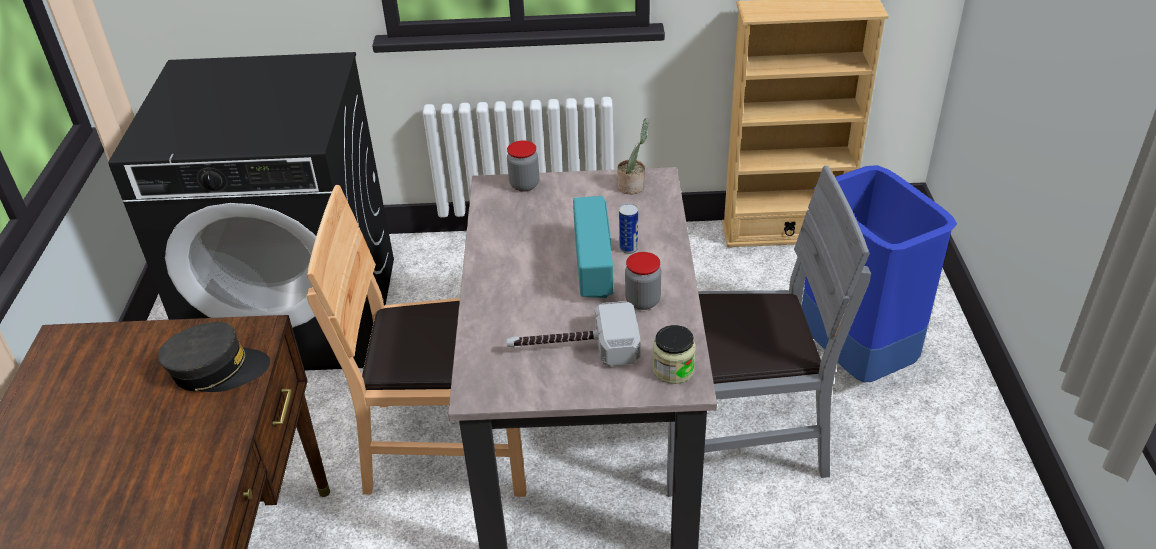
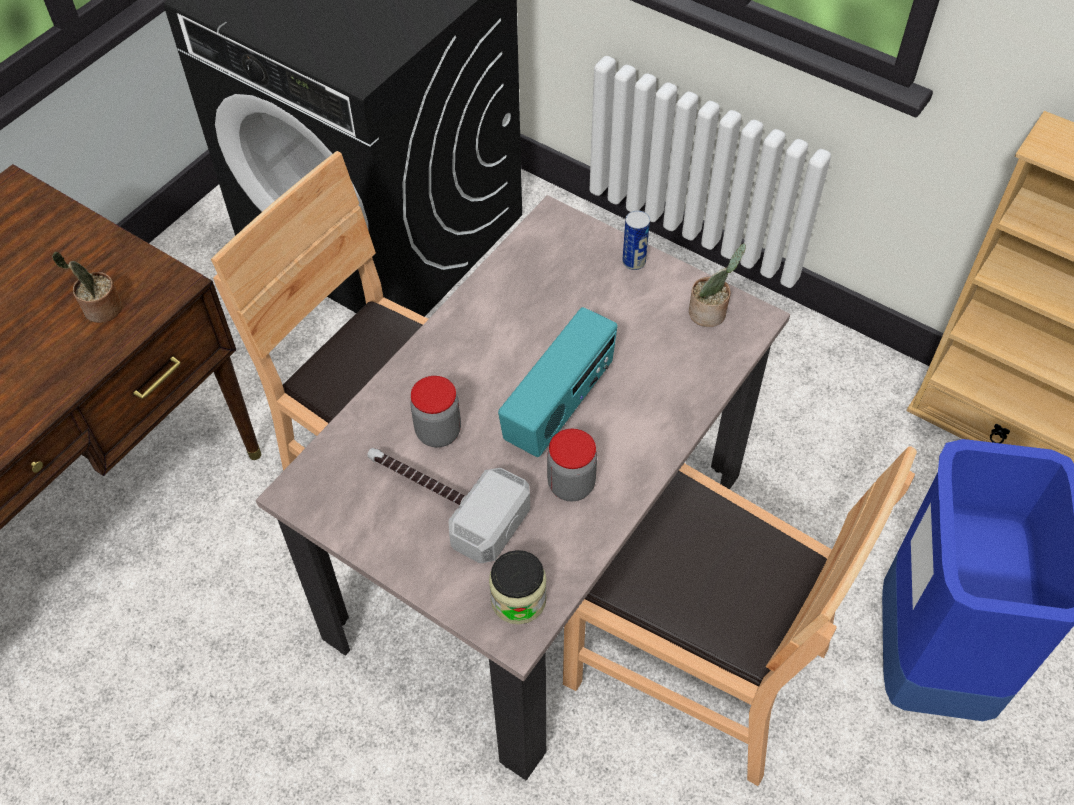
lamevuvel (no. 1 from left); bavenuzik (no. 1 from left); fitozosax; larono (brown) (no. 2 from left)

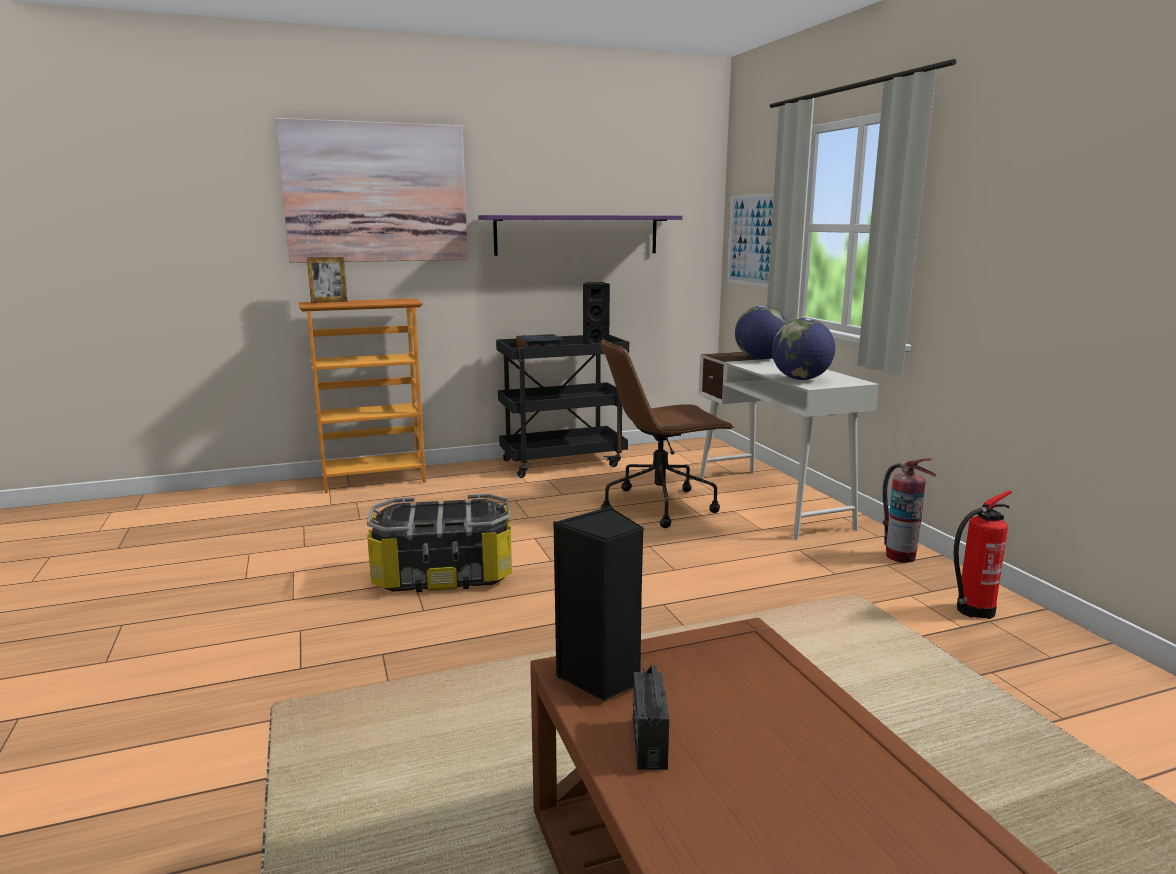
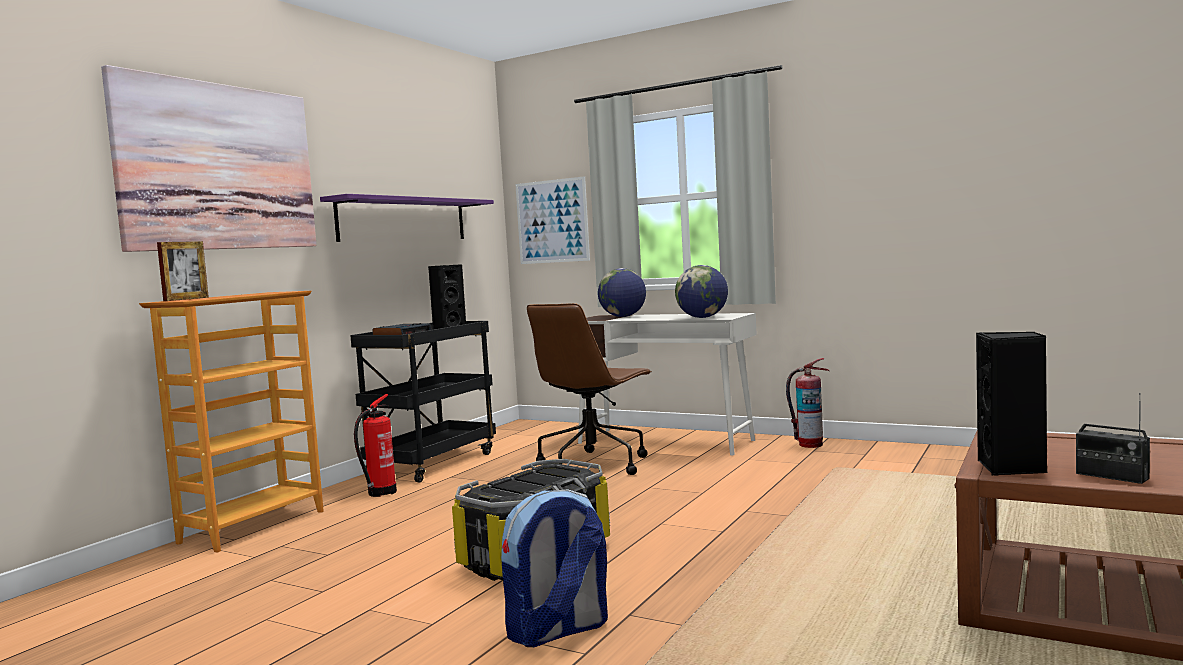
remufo (no. 1 from left); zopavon

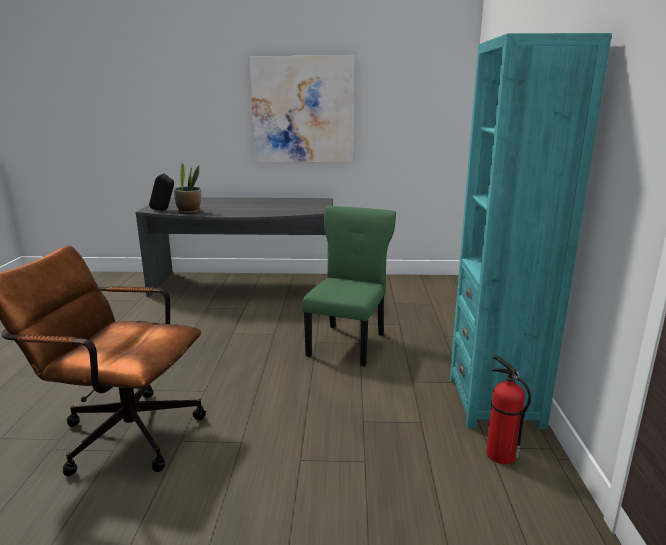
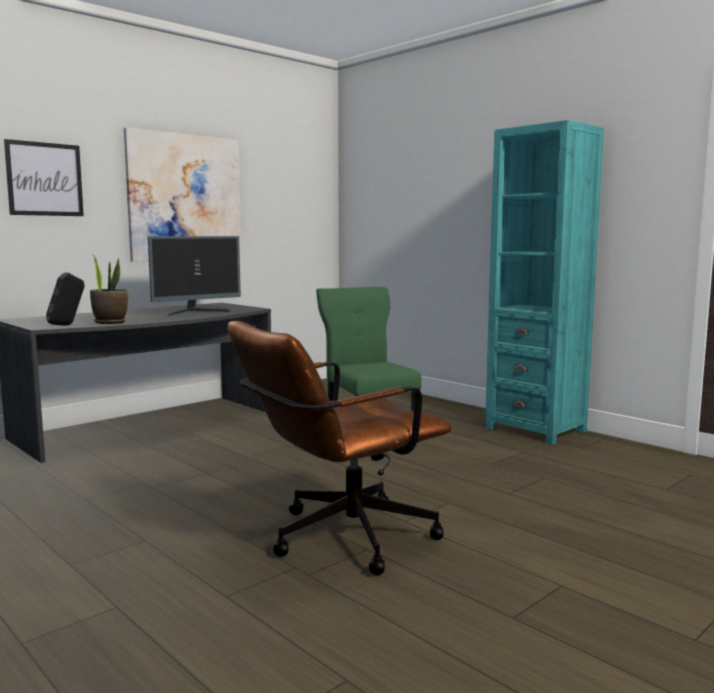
remufo; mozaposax (no. 1 from left); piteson

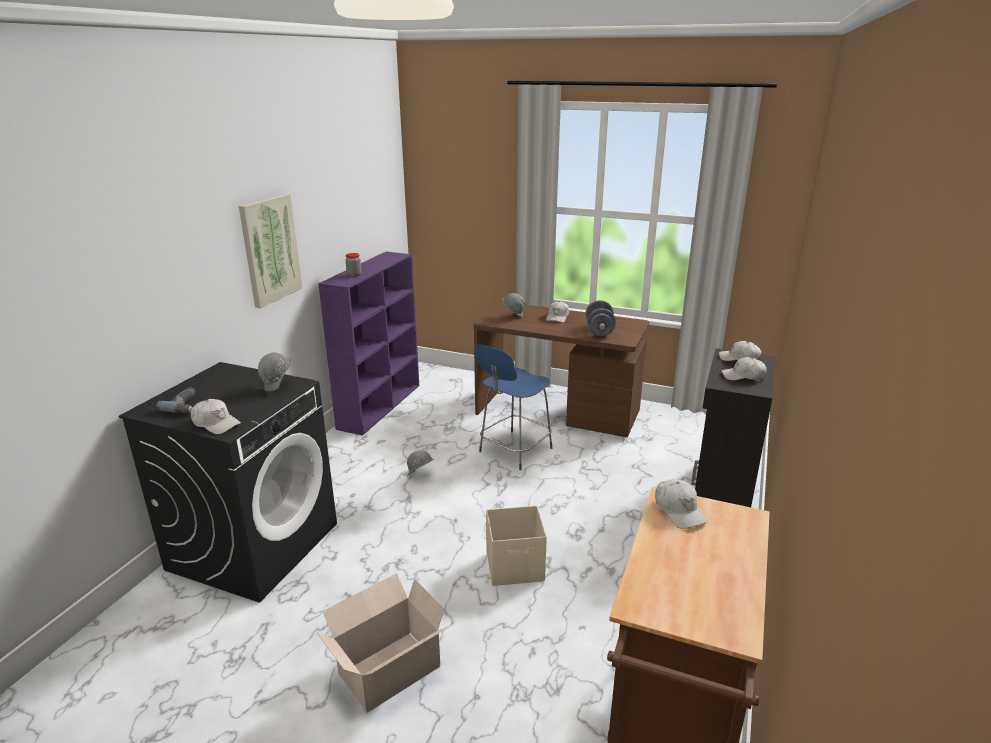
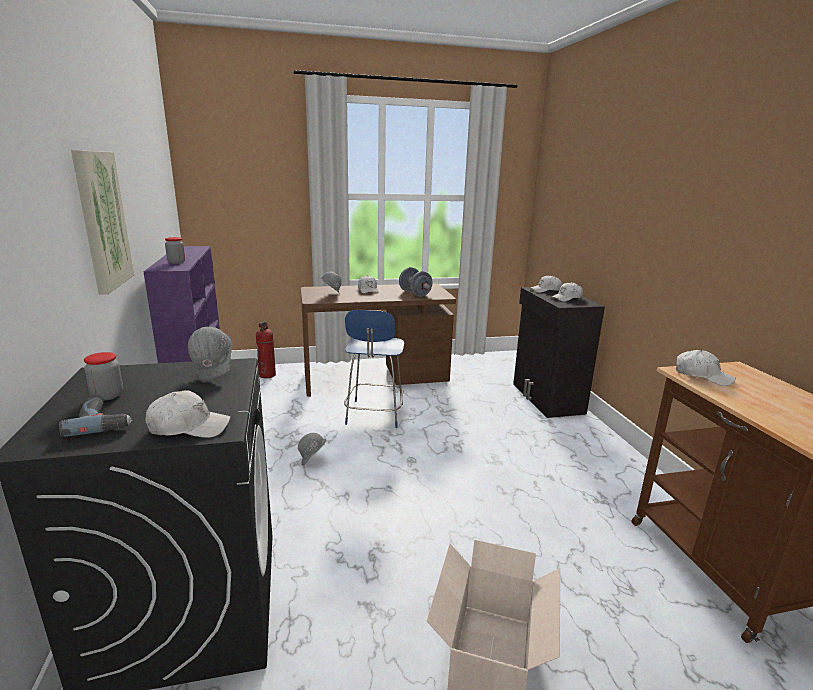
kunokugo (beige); bavenuzik (no. 1 from left); remufo

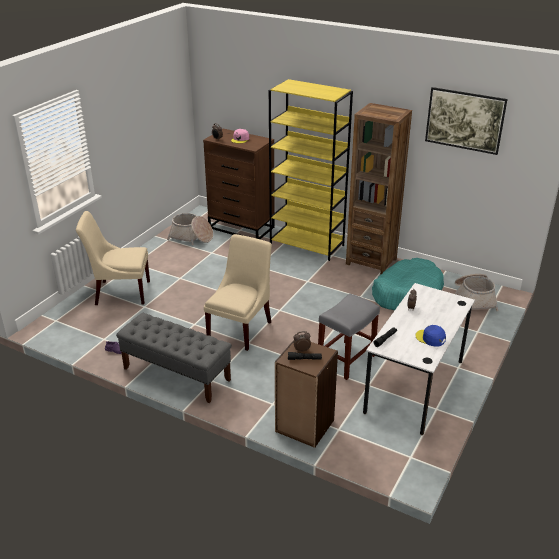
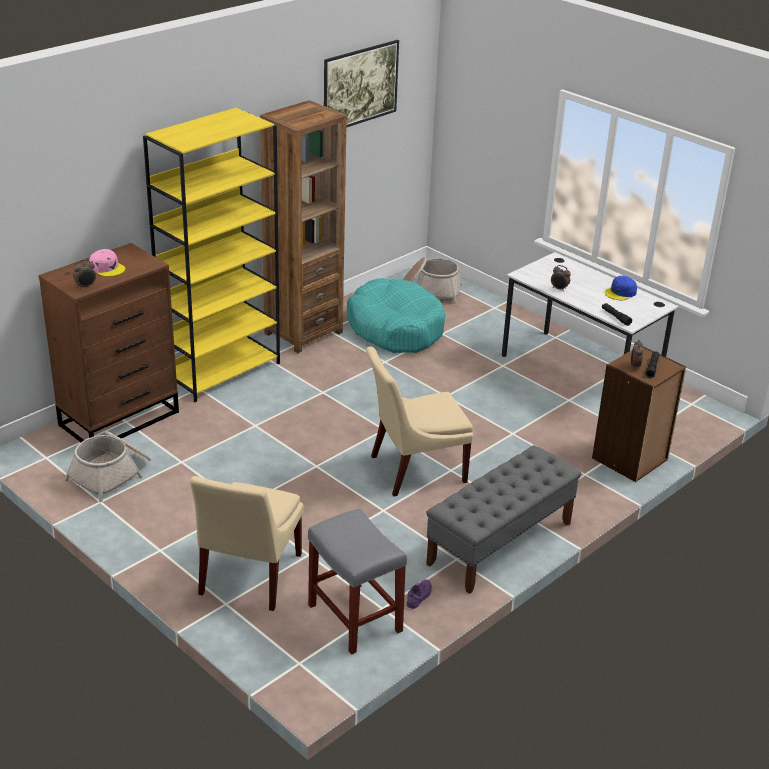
larono (beige) (no. 2 from left); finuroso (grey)

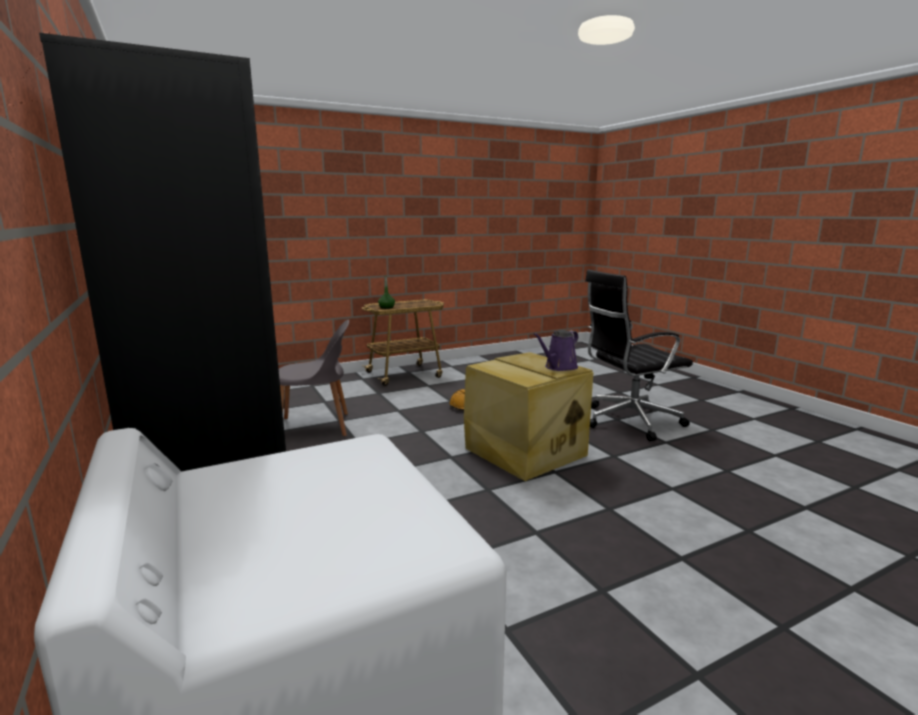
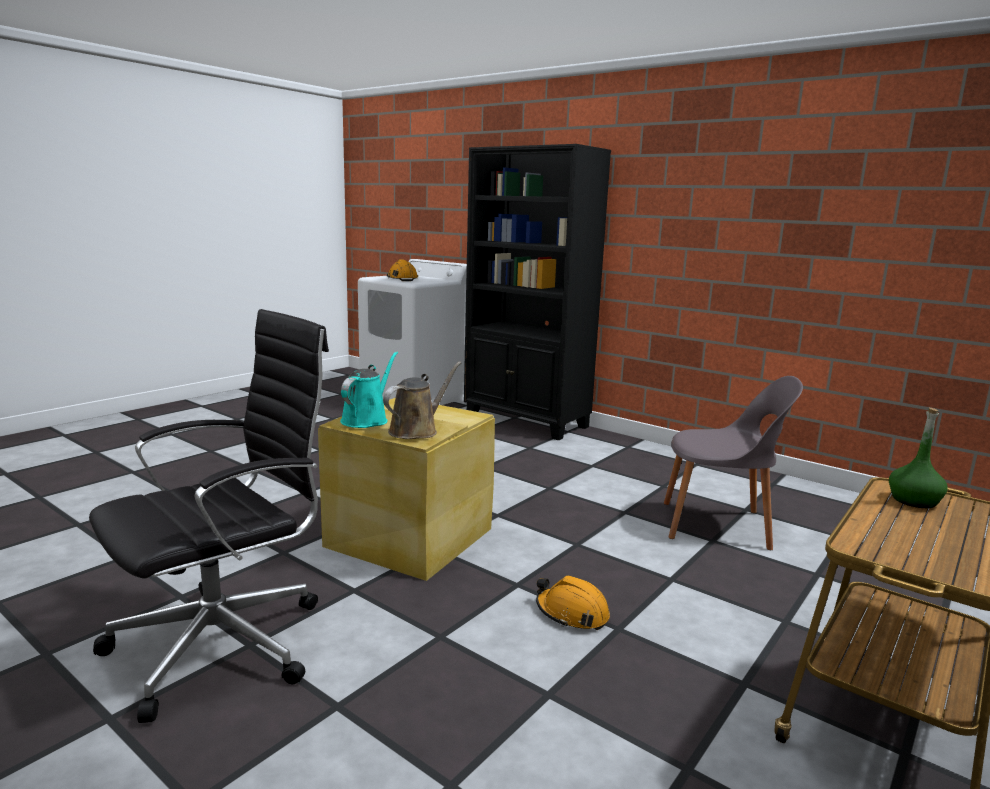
larono (grey); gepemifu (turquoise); gepemifu (brown); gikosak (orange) (no. 1 from left)

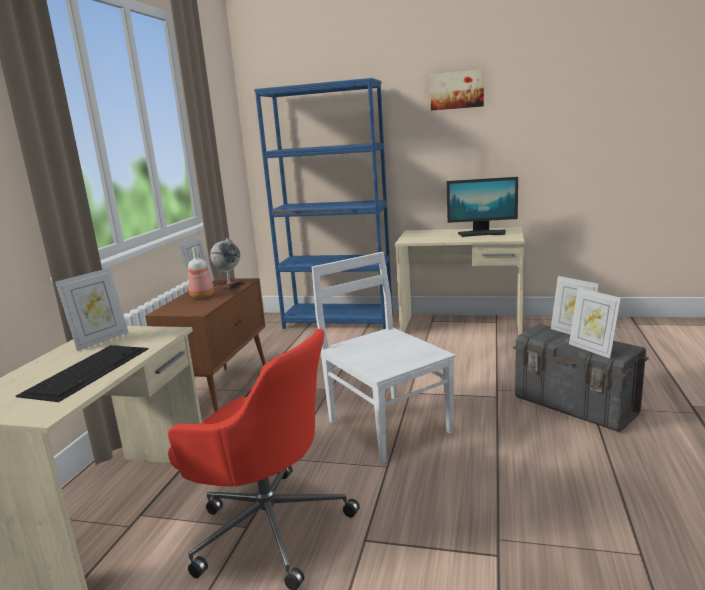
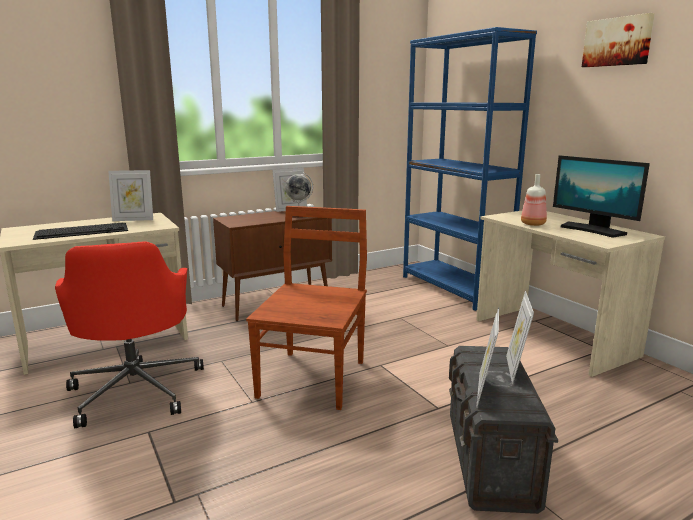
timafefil; larono (brown)

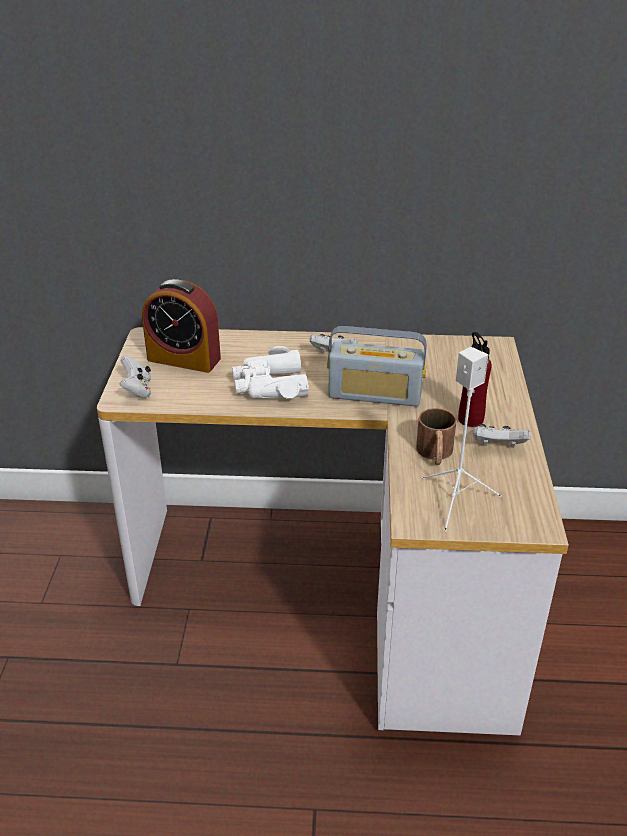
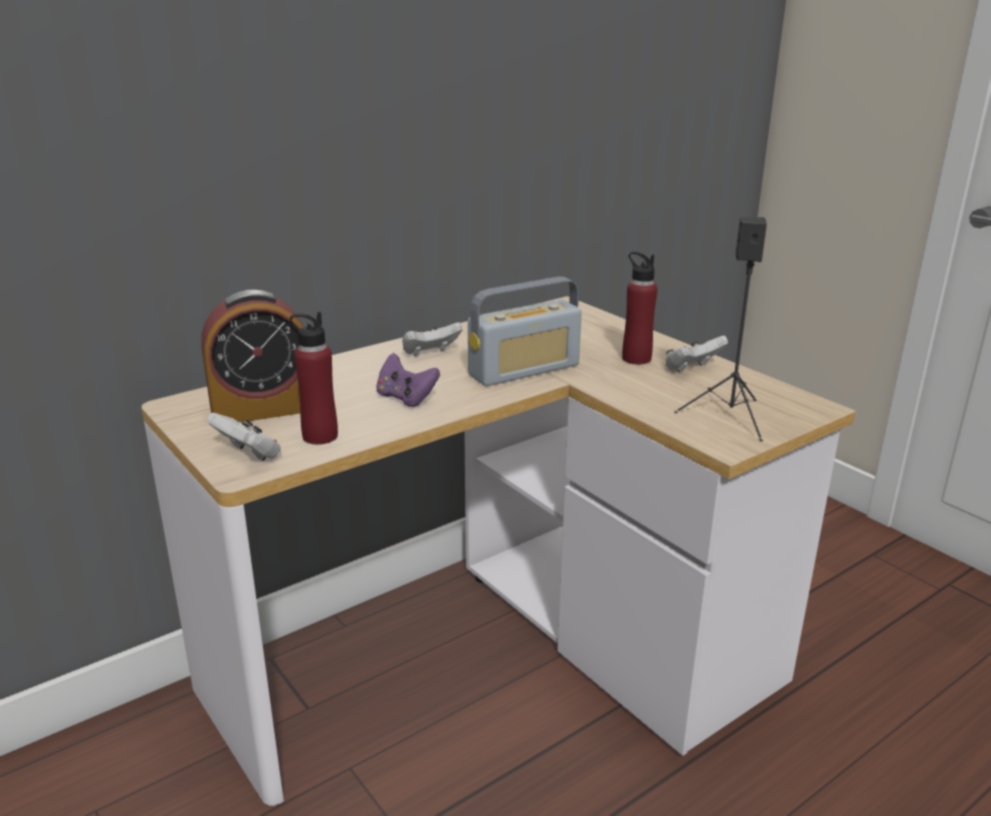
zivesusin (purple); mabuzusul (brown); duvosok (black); timafefil (red) (no. 1 from left)

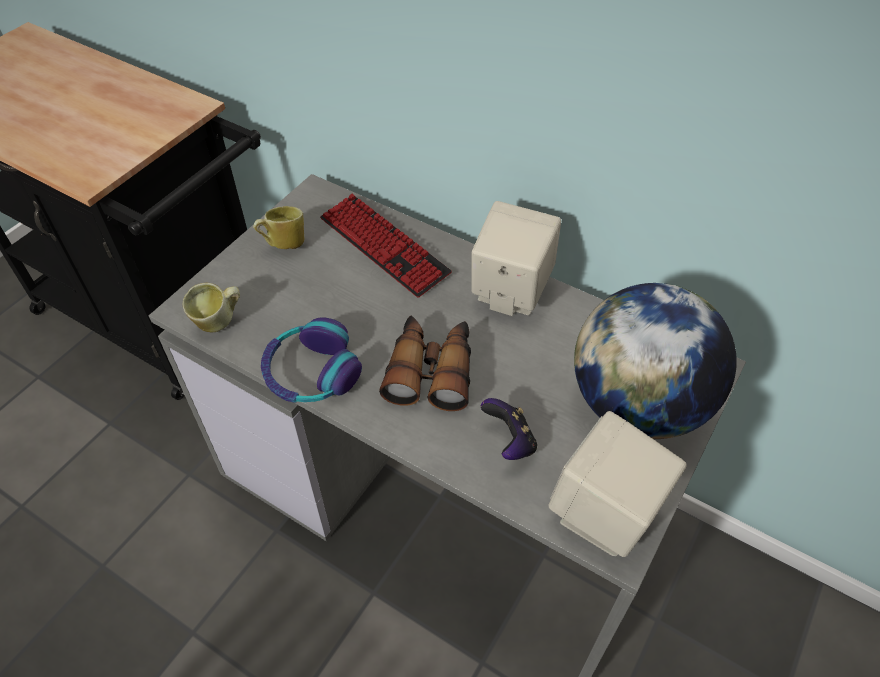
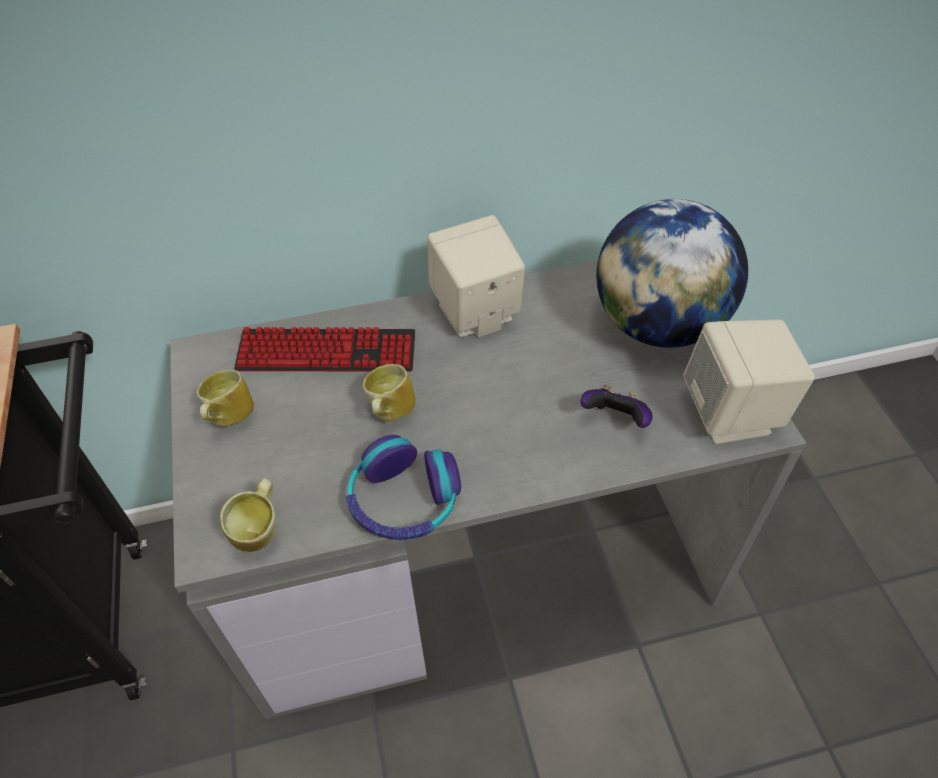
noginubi; mabuzusul (no. 3 from left)

